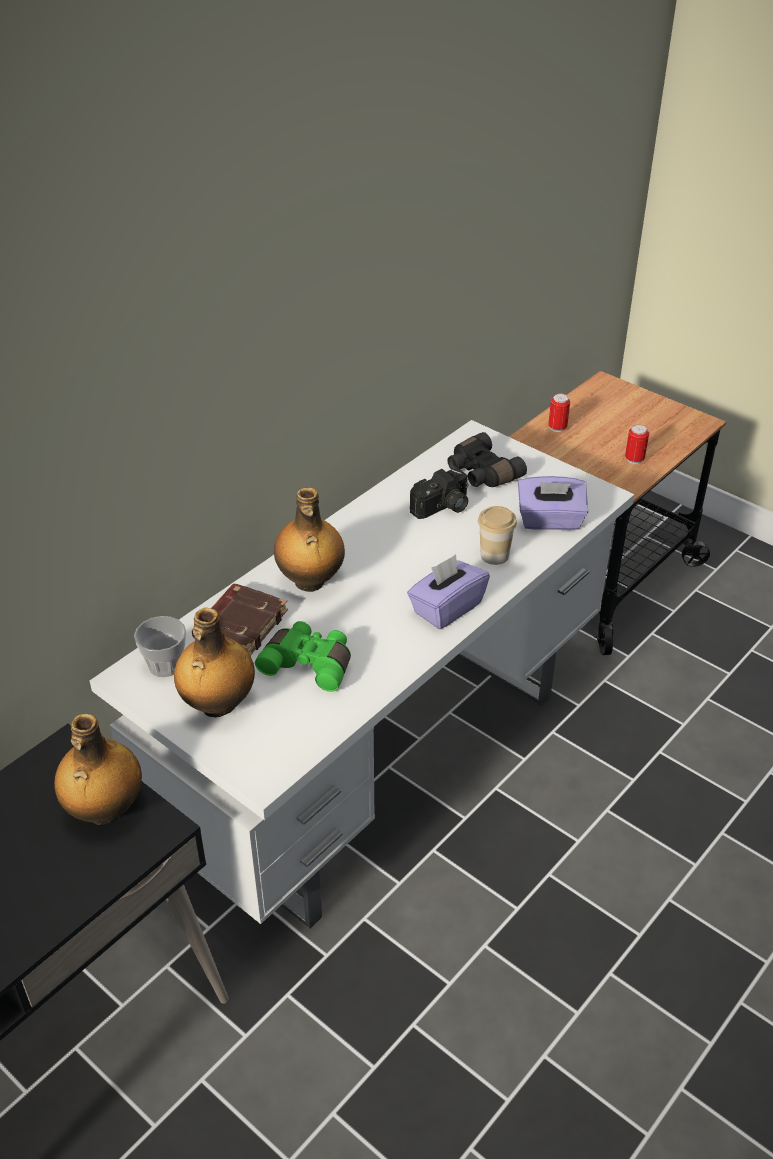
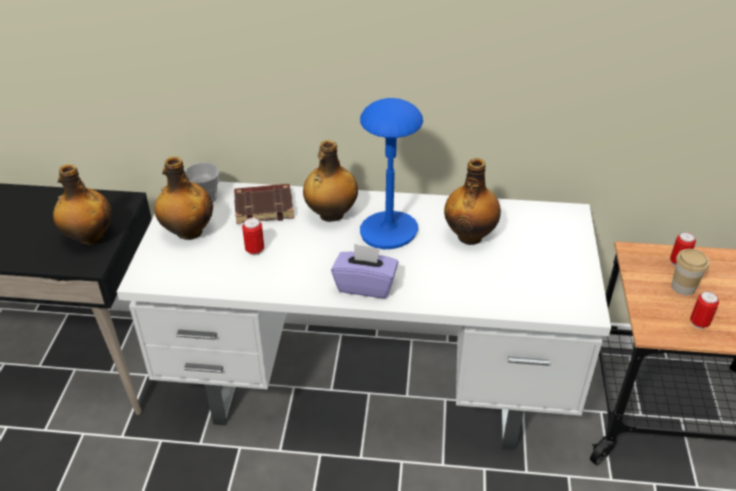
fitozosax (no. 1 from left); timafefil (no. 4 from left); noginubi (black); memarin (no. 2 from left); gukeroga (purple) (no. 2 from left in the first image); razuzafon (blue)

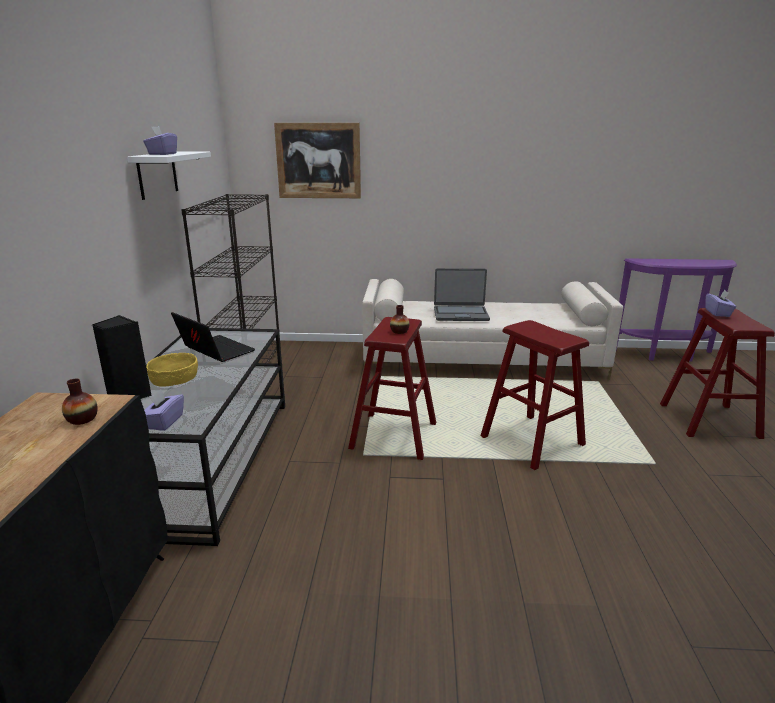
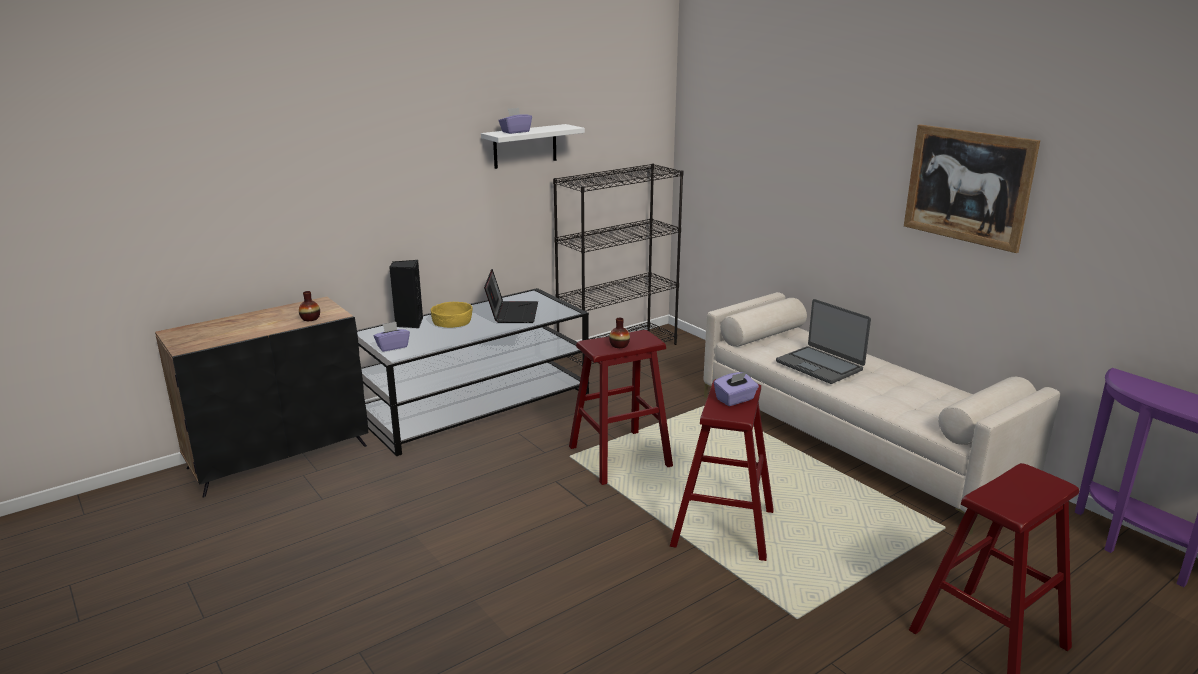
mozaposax; gukeroga (purple) (no. 3 from left)

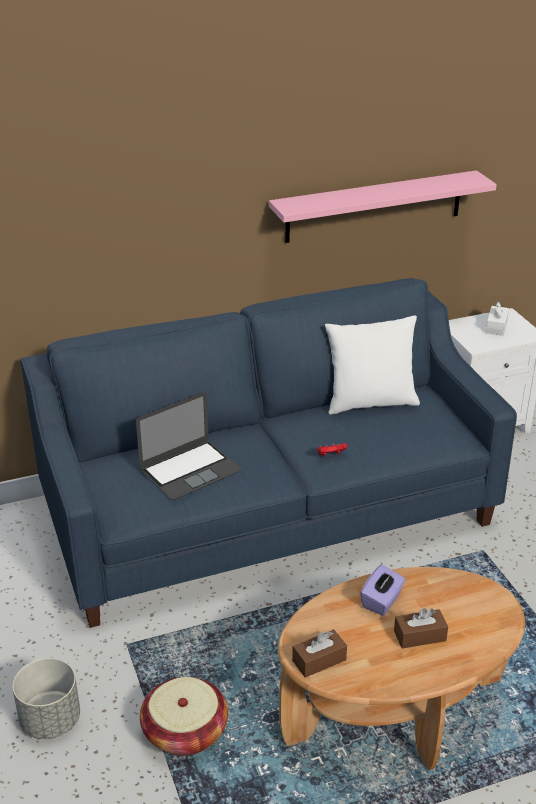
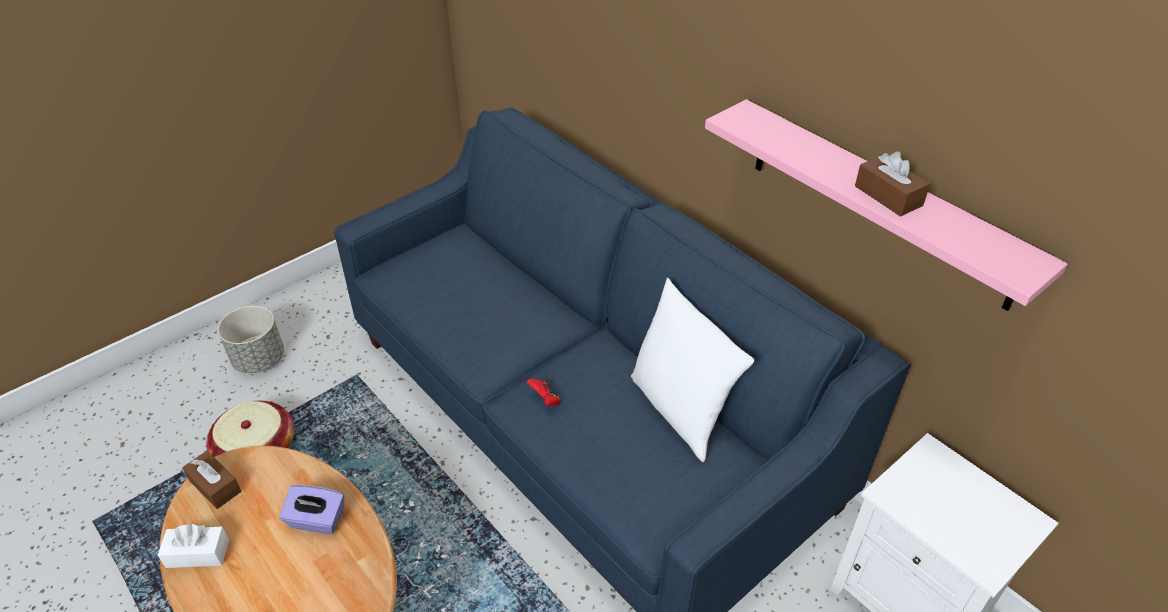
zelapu; gukeroga (brown) (no. 2 from left); gukeroga (white)

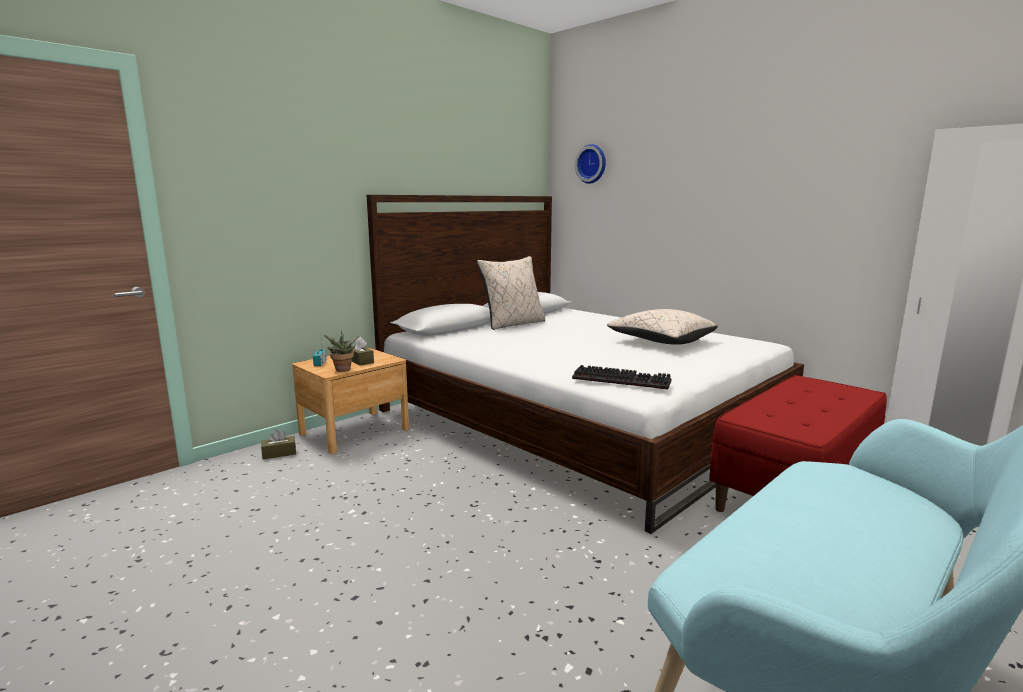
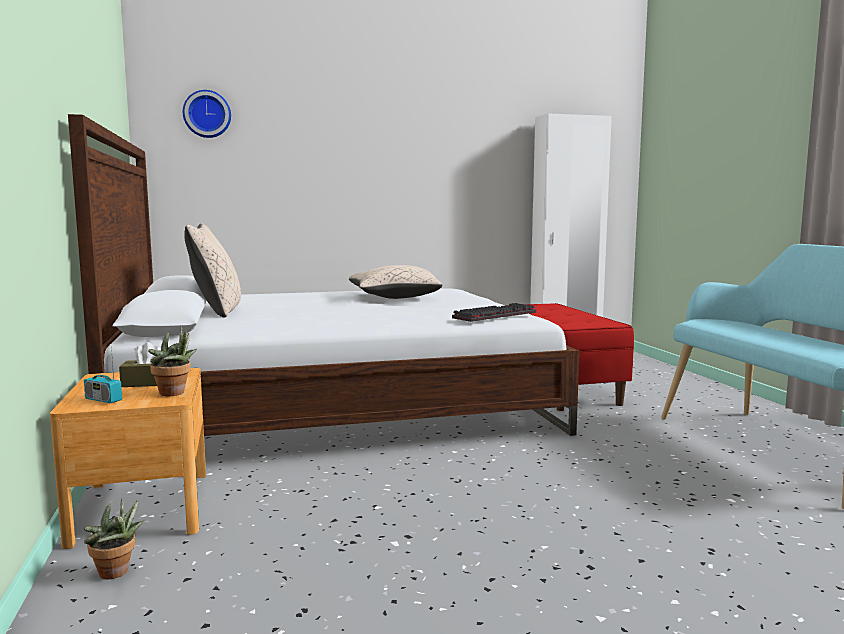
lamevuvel (no. 1 from left)

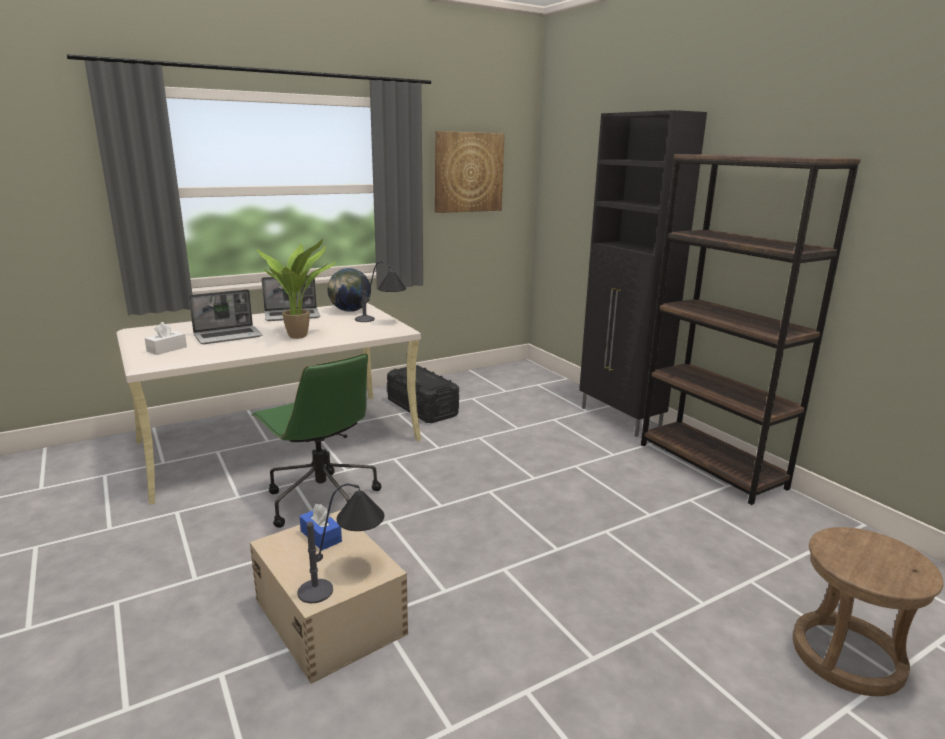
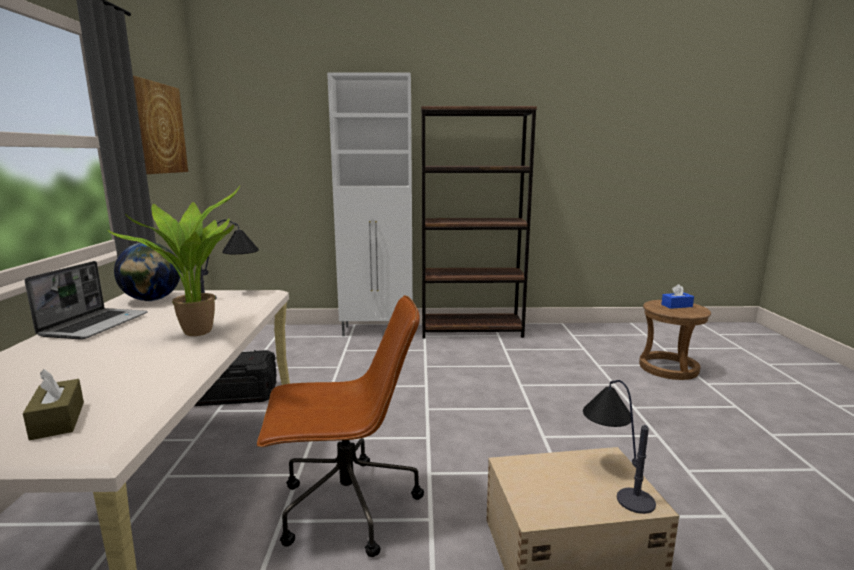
gukeroga (brown); zelapu (no. 1 from left in the first image); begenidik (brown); gukeroga (blue); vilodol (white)

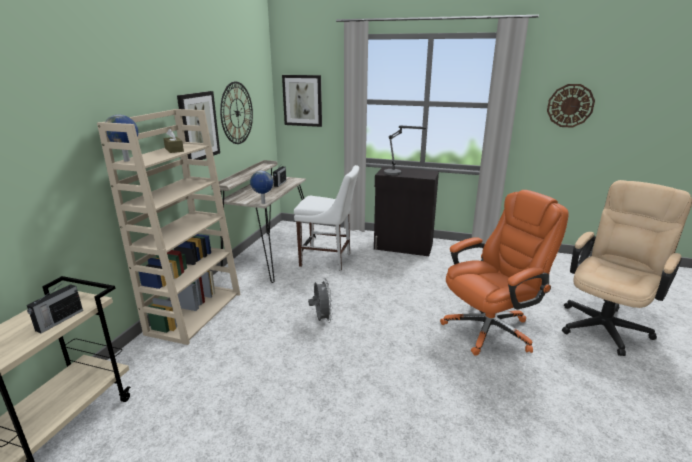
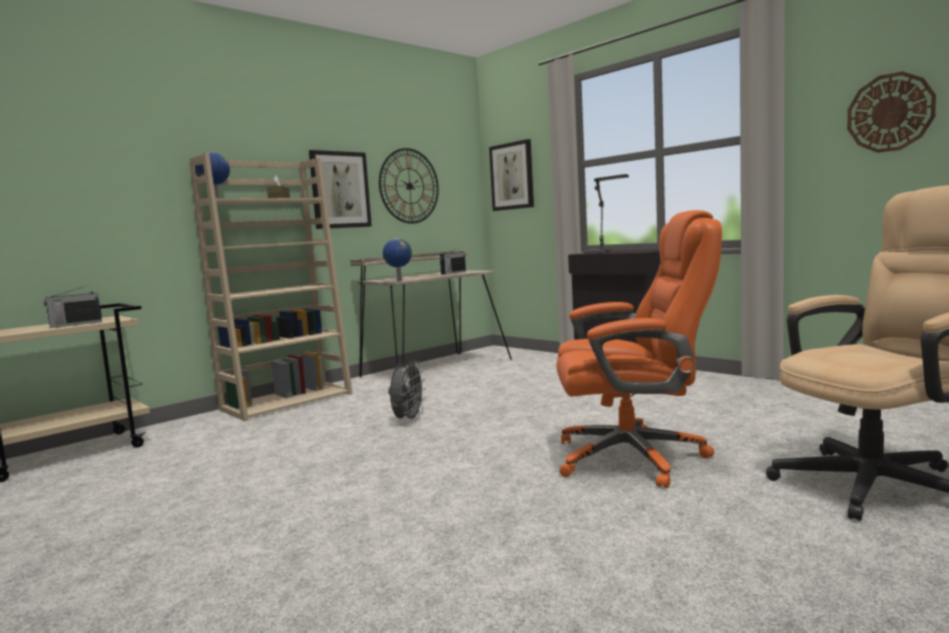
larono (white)

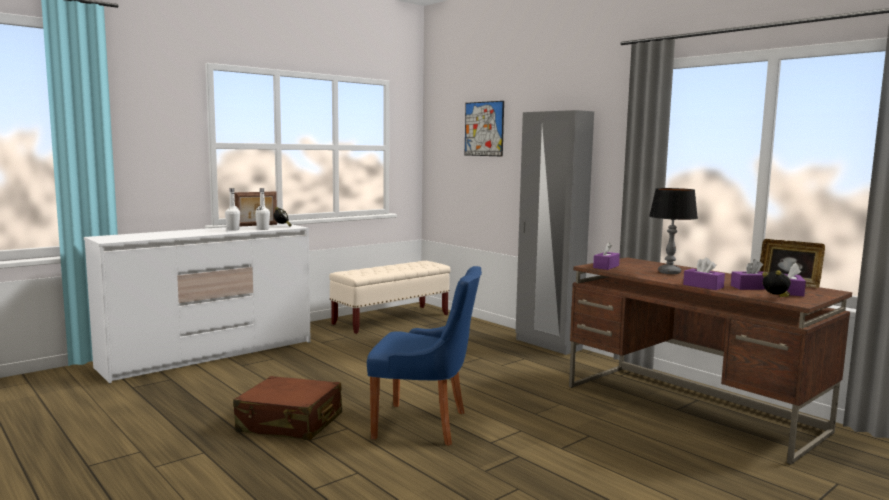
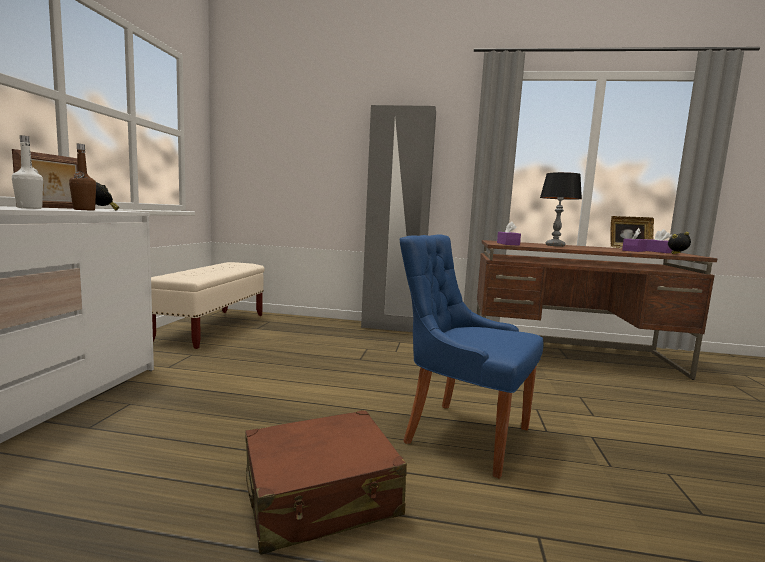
timafefil (brown); larono (blue); mozaposax; gukeroga (purple) (no. 2 from left in the first image)

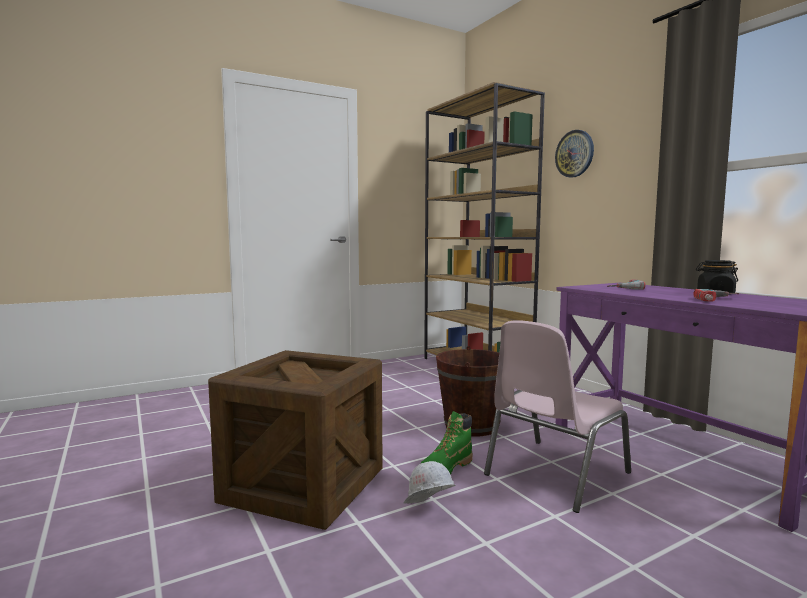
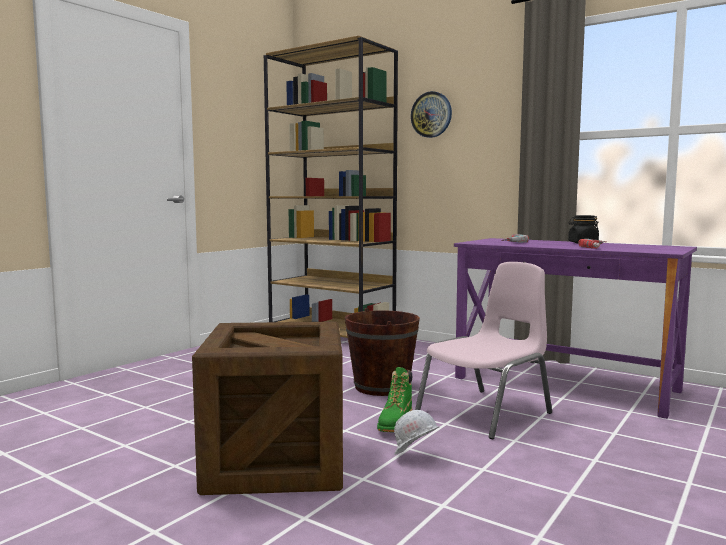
larono (pink)

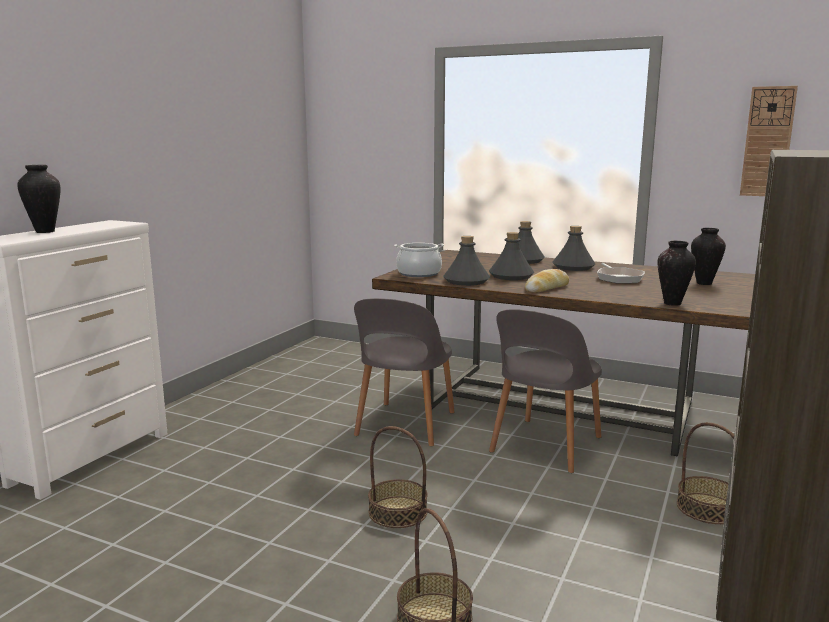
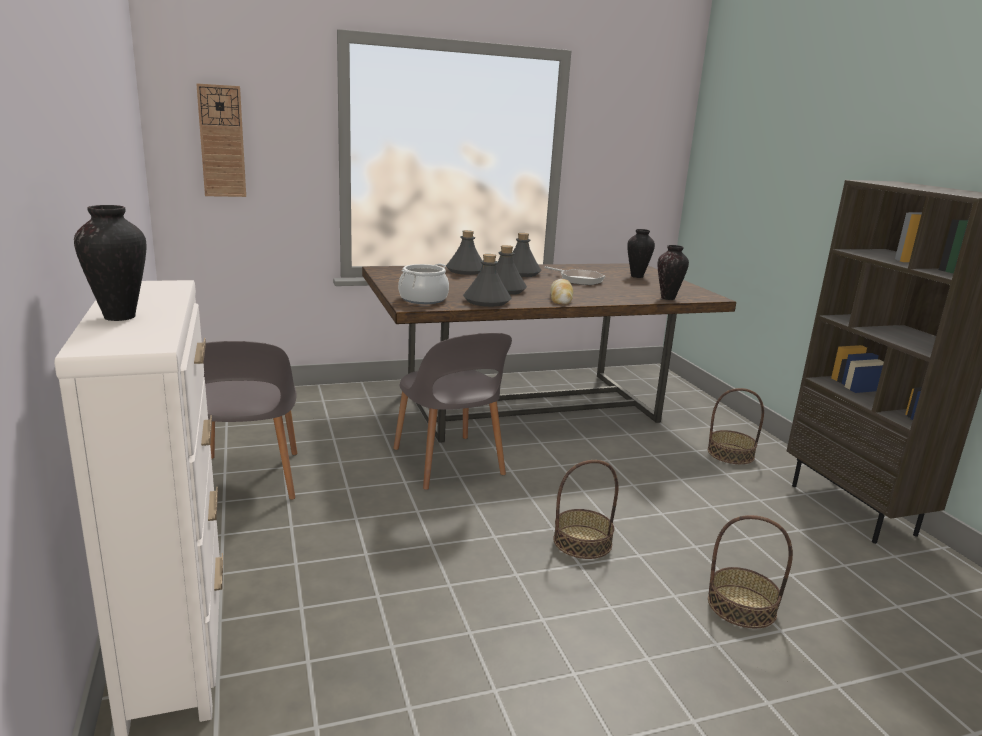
larono (grey) (no. 1 from left); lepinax

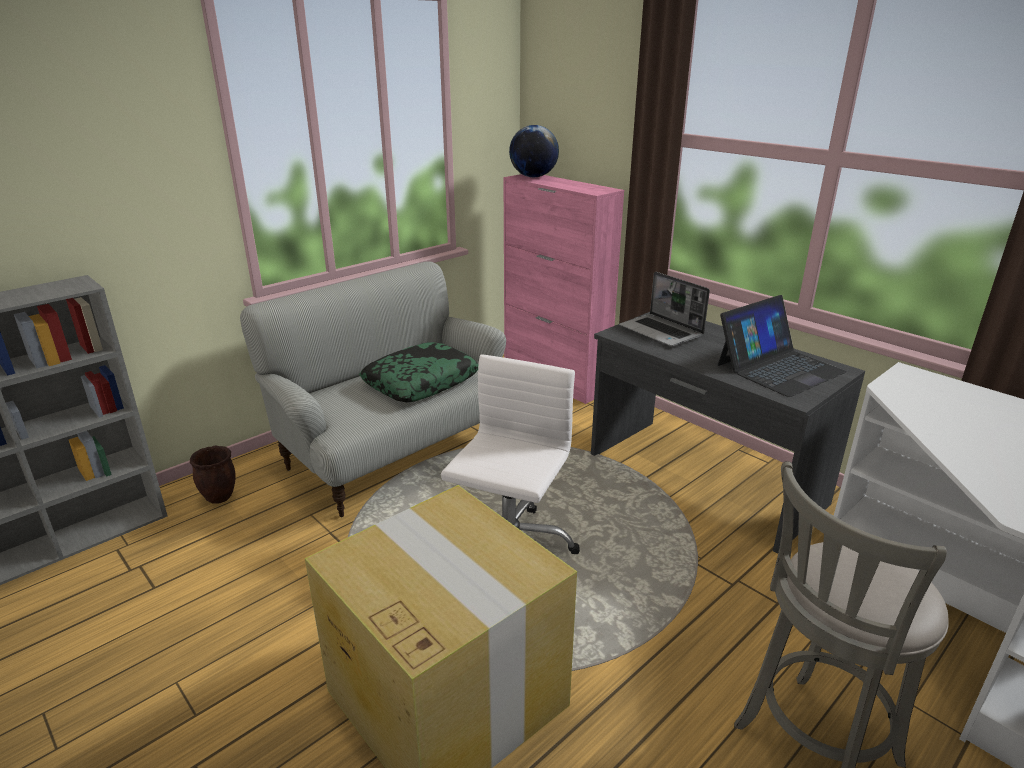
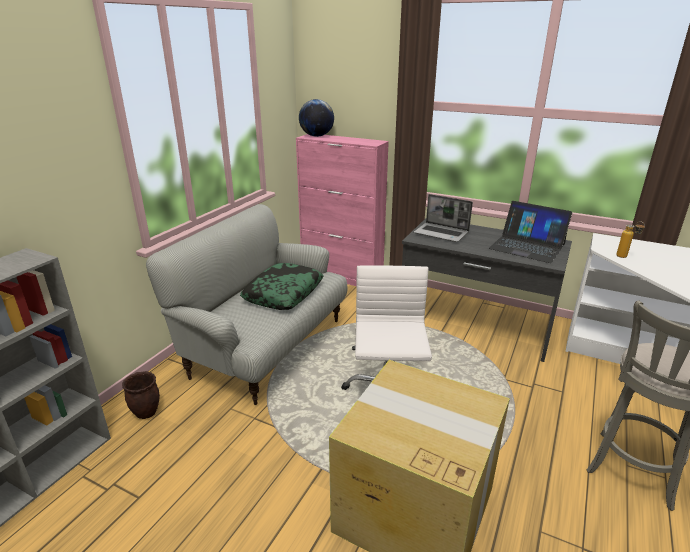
zelapu (no. 2 from left); timafefil

